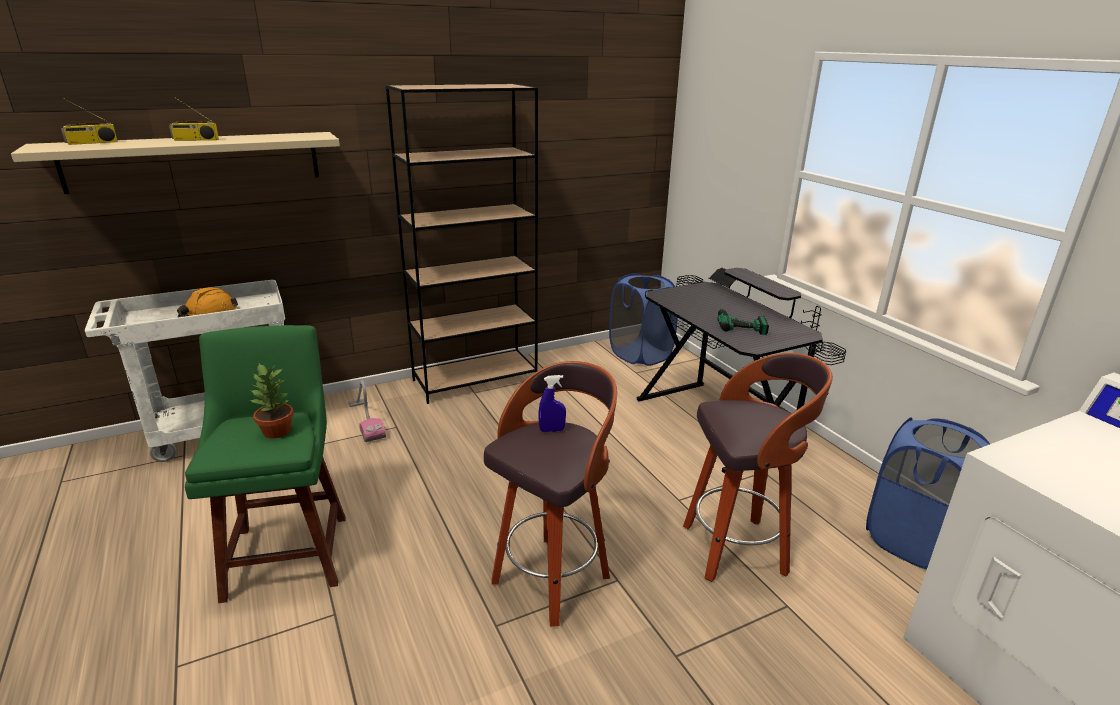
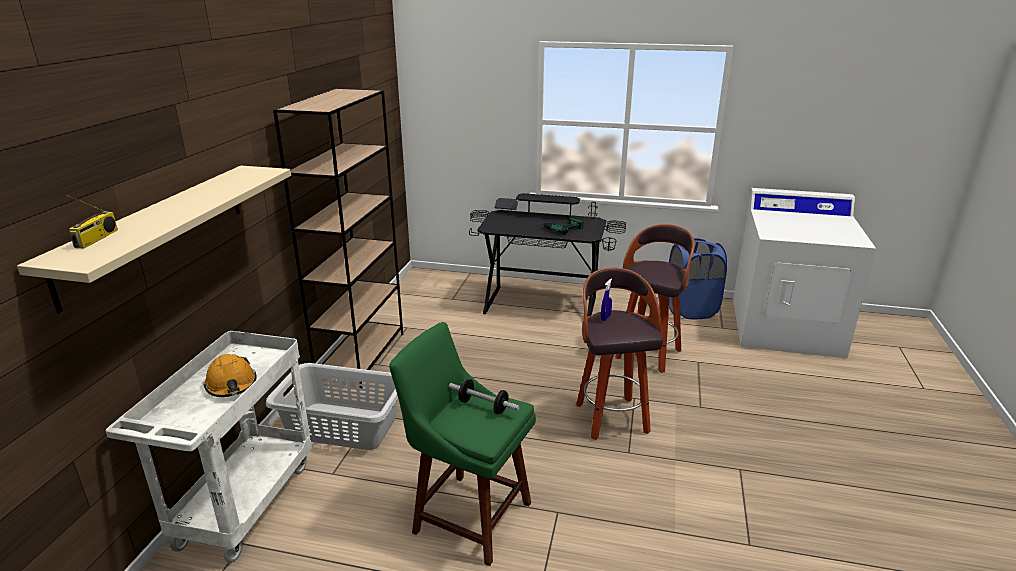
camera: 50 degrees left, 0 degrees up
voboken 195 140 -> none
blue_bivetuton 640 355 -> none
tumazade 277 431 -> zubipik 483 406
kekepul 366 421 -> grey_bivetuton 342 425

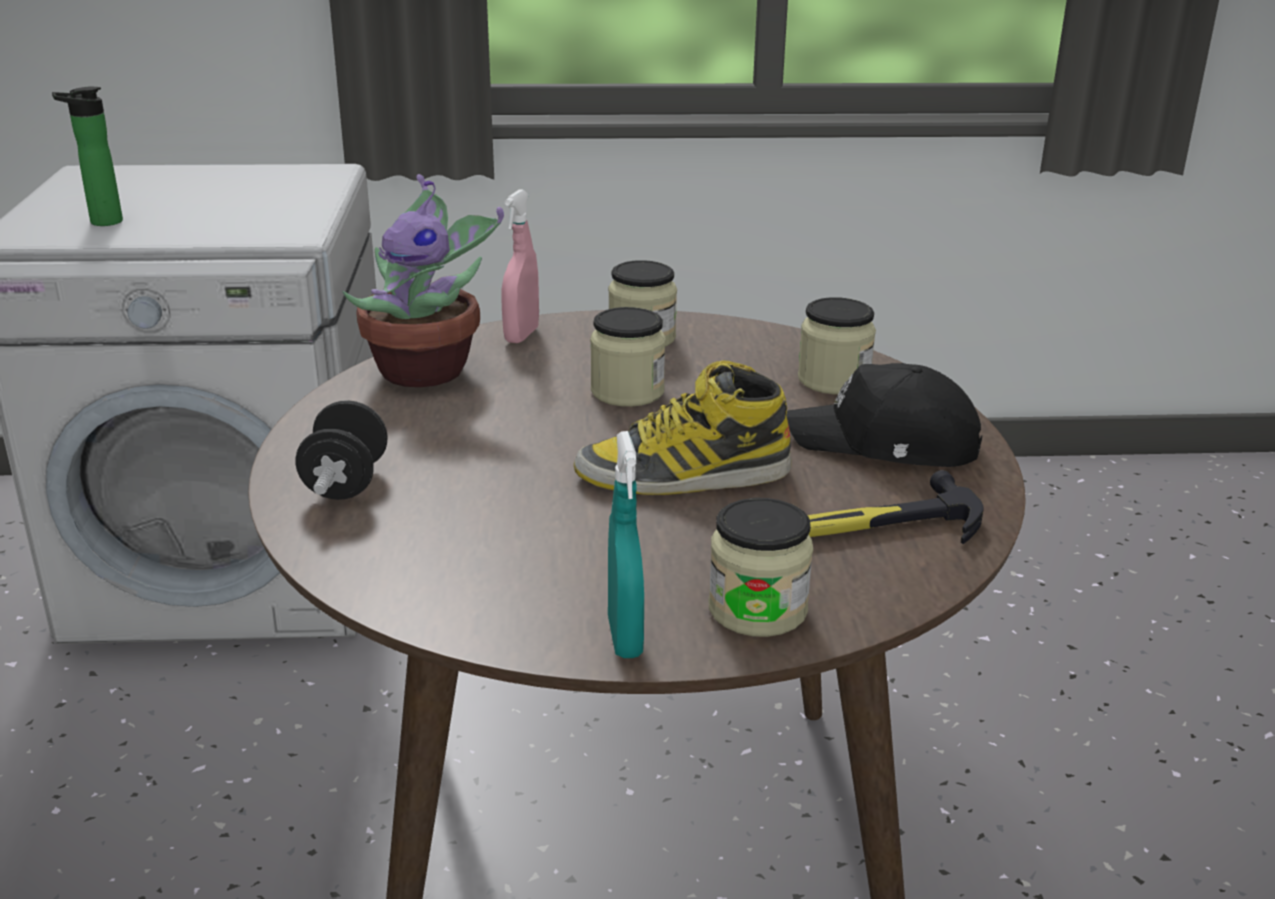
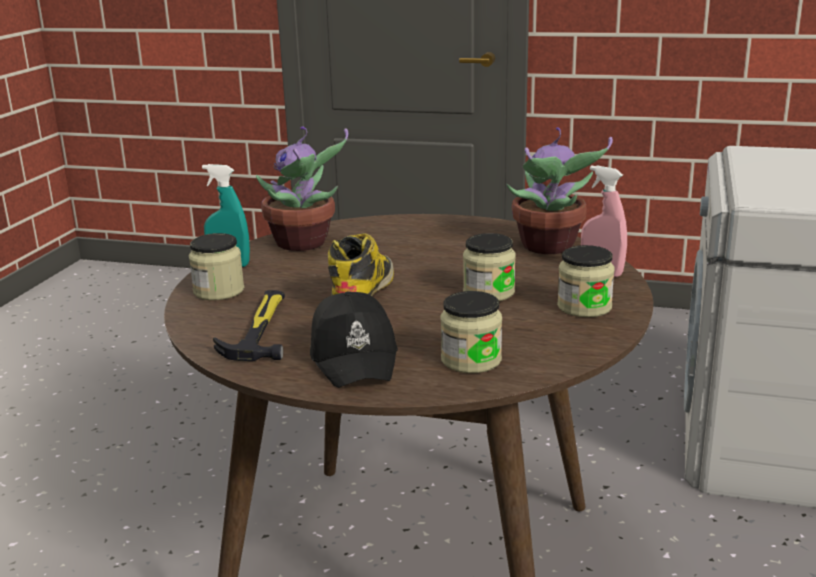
camera: 110 degrees right, 5 degrees down
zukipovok 101 222 -> none
black_zubipik 346 483 -> none
none -> tumazade 303 244
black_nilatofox 886 443 -> black_nilatofox 355 356, 135 degrees clockwise

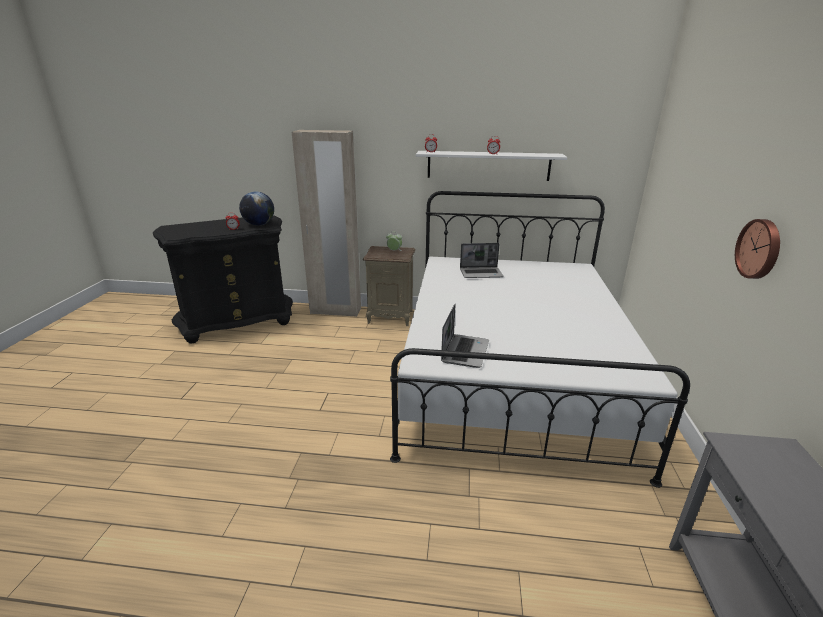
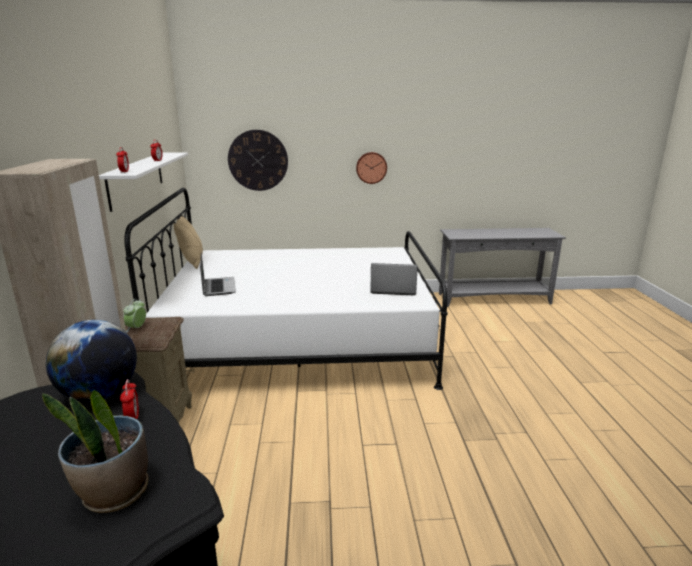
camera: 100 degrees left, 5 degrees down
none -> tumazade 114 493
none -> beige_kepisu 192 262
none -> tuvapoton 258 160

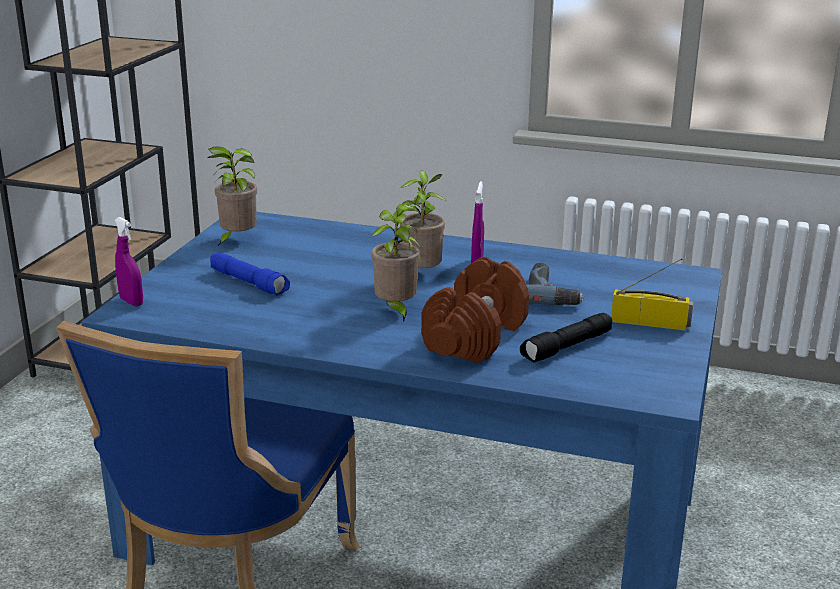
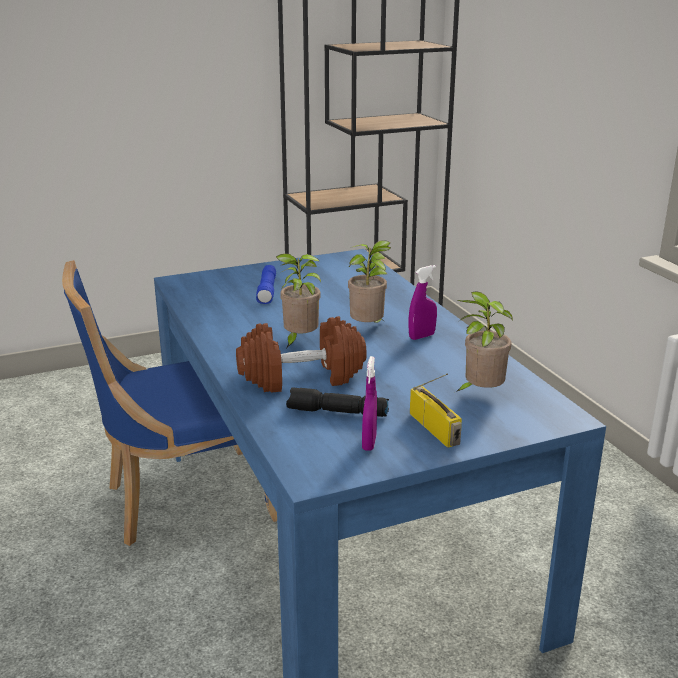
camera: 50 degrees right, 0 degrees up
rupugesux 550 293 -> none
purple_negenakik 131 302 -> purple_negenakik 369 443, move
tumazade 236 240 -> tumazade 480 393, move

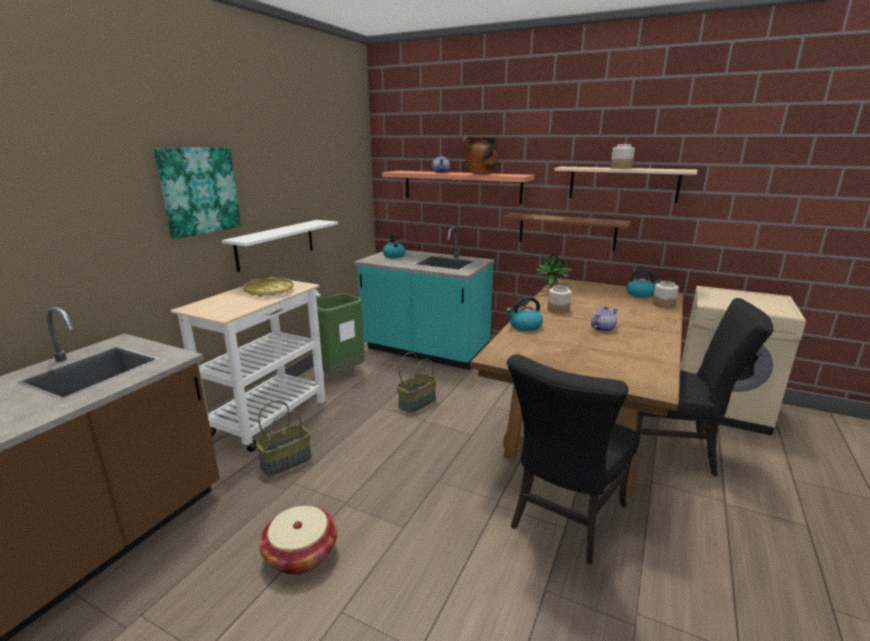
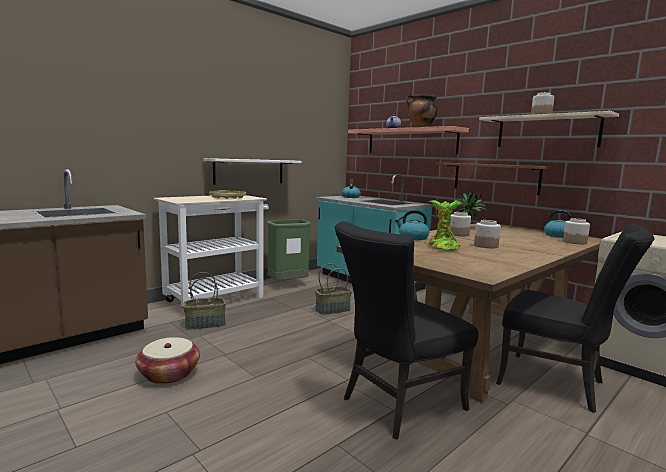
camera: 20 degrees right, 10 degrees down
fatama 199 191 -> none
none -> tumazade 442 247
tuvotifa 602 328 -> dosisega 485 246

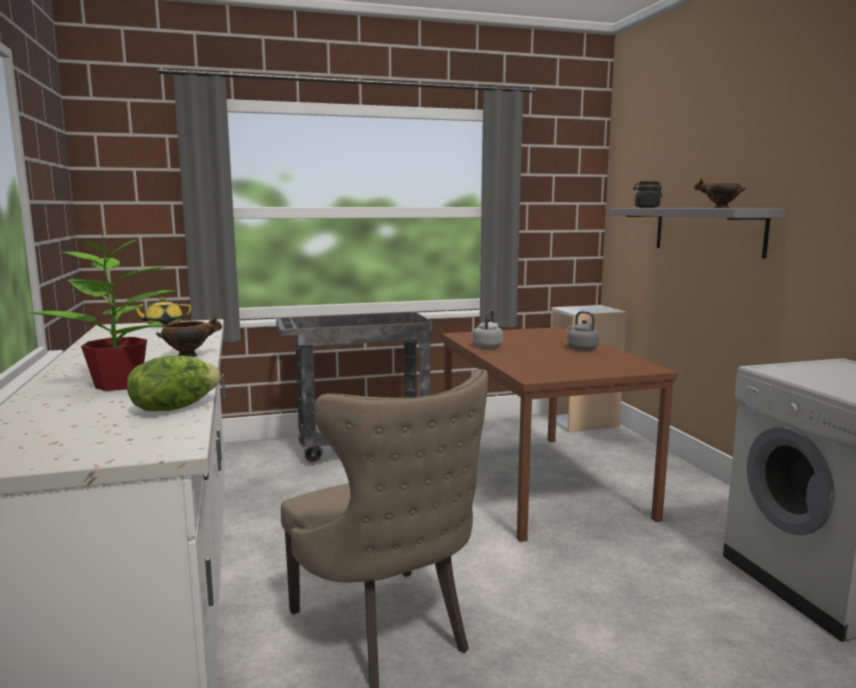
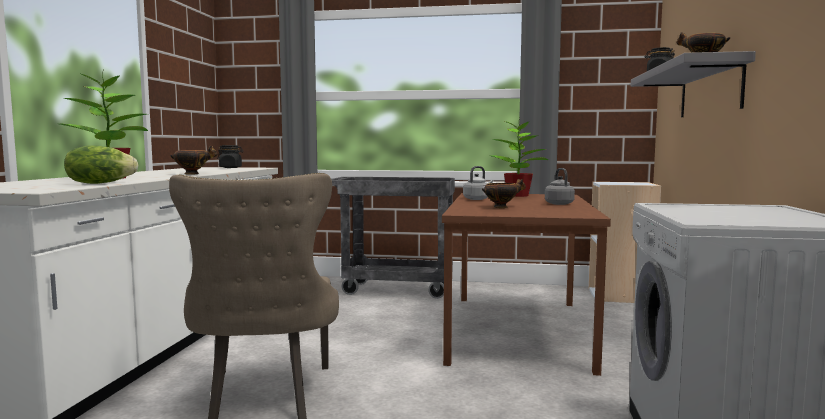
camera: 25 degrees right, 5 degrees down
none -> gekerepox 502 207
none -> tumazade 518 195
yellow_tuvotifa 163 325 -> black_dosisega 231 167

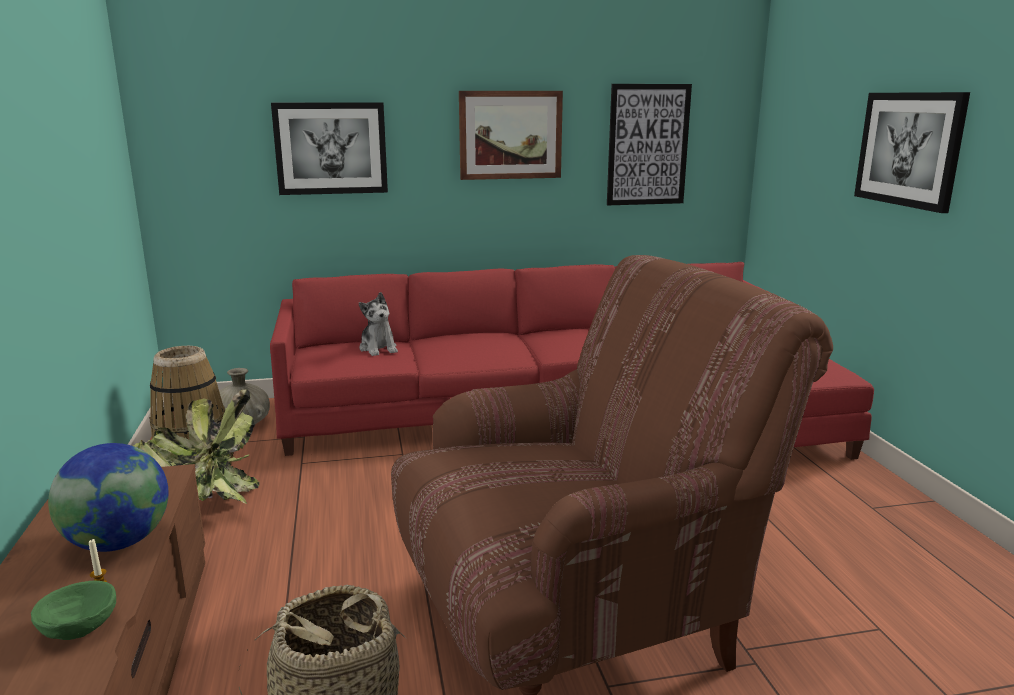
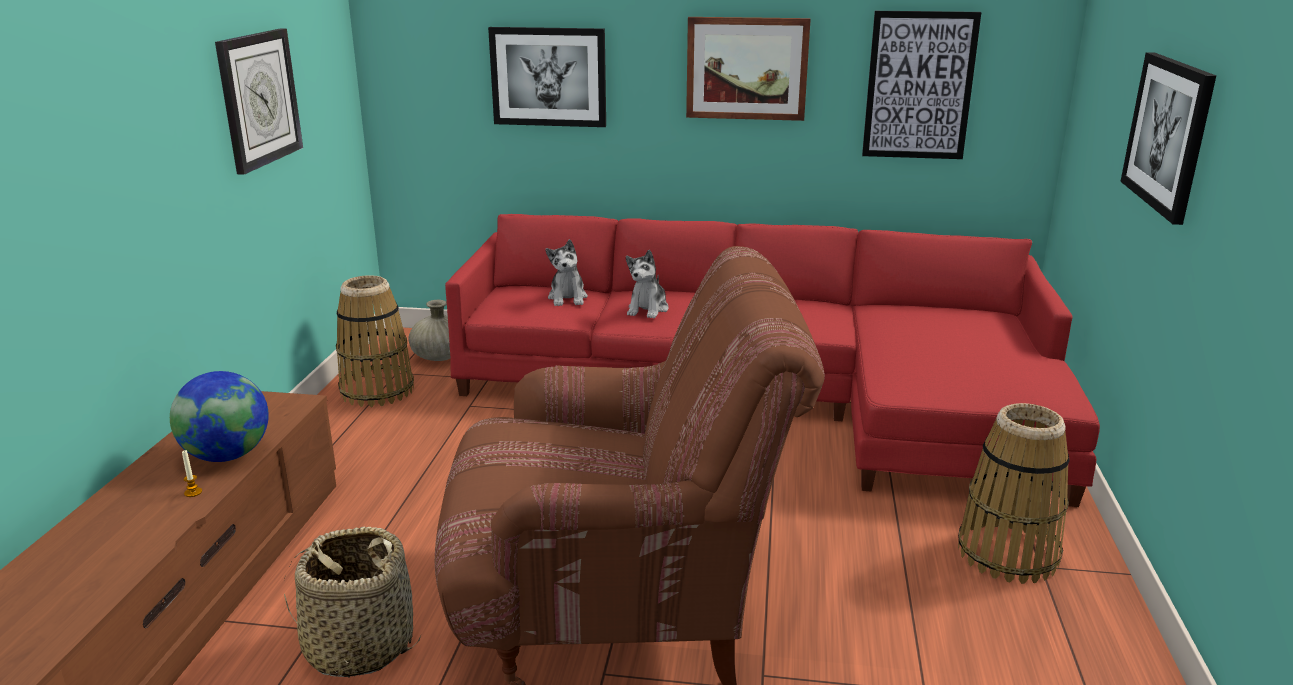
camera: 20 degrees right, 5 degrees up
green_gekerepox 79 628 -> none
tumazade 206 505 -> none
none -> tuvapoton 259 99
none -> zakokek 648 309
none -> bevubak 1007 554

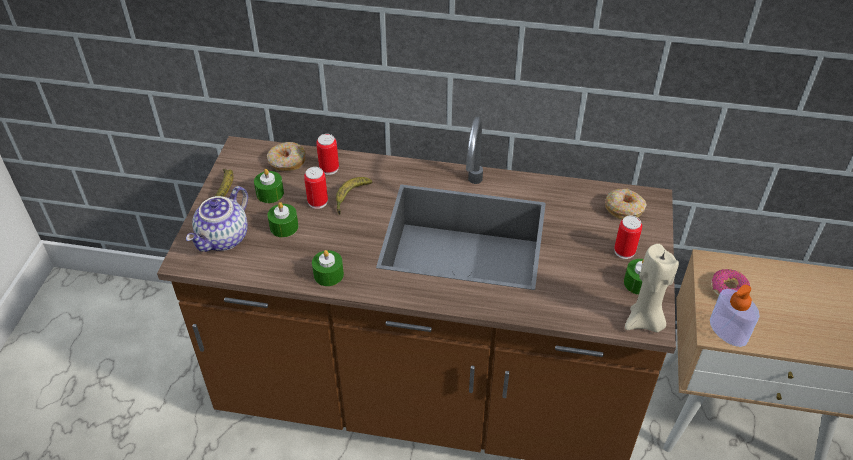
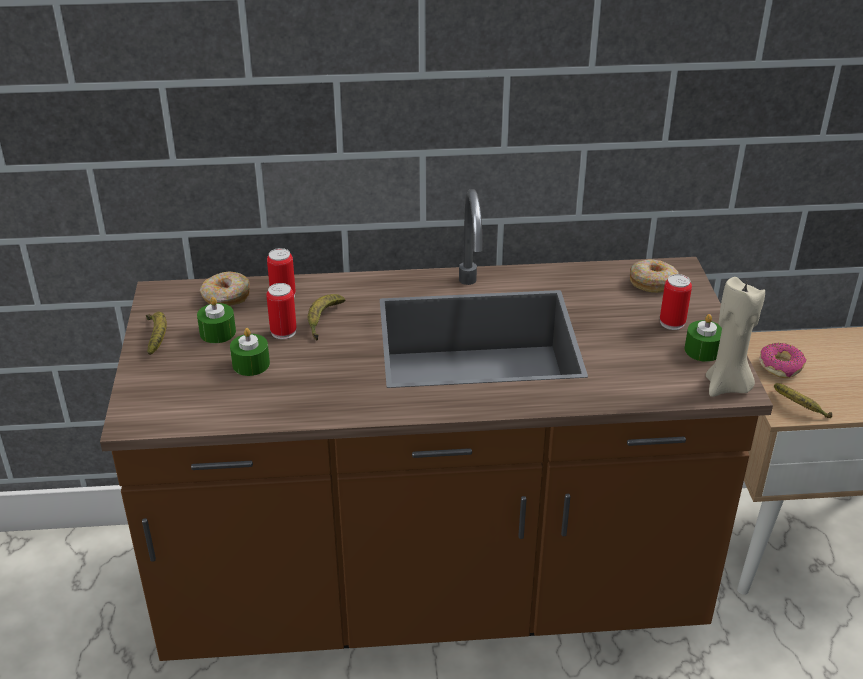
camera: 15 degrees left, 10 degrees down
tuvotifa 224 239 -> none
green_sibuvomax 328 274 -> none
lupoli 728 331 -> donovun 798 407

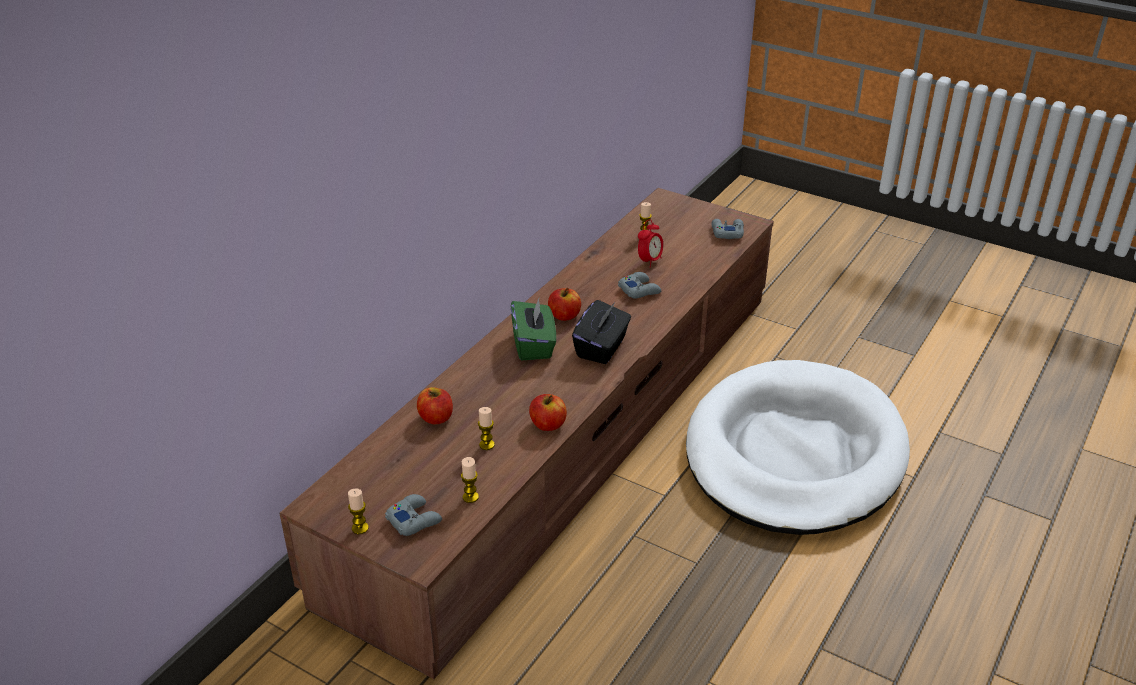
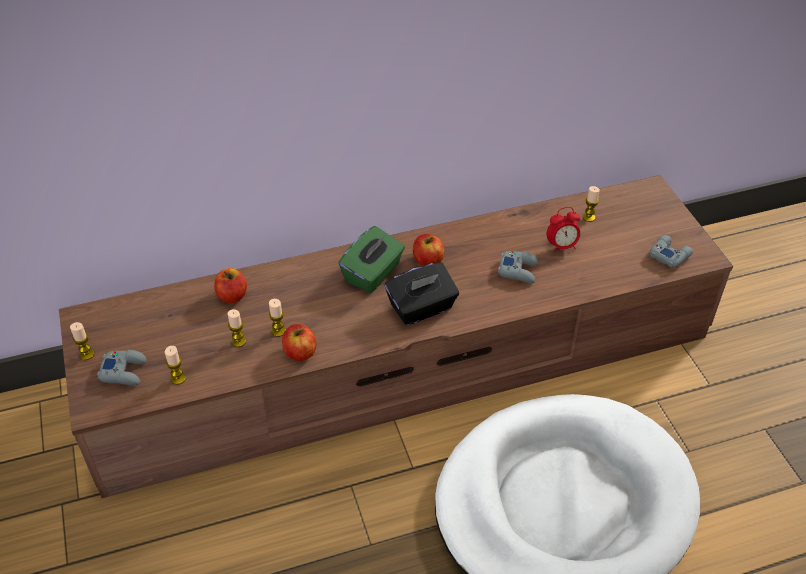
camera: 40 degrees right, 10 degrees up
none -> sibuvomax 278 331

